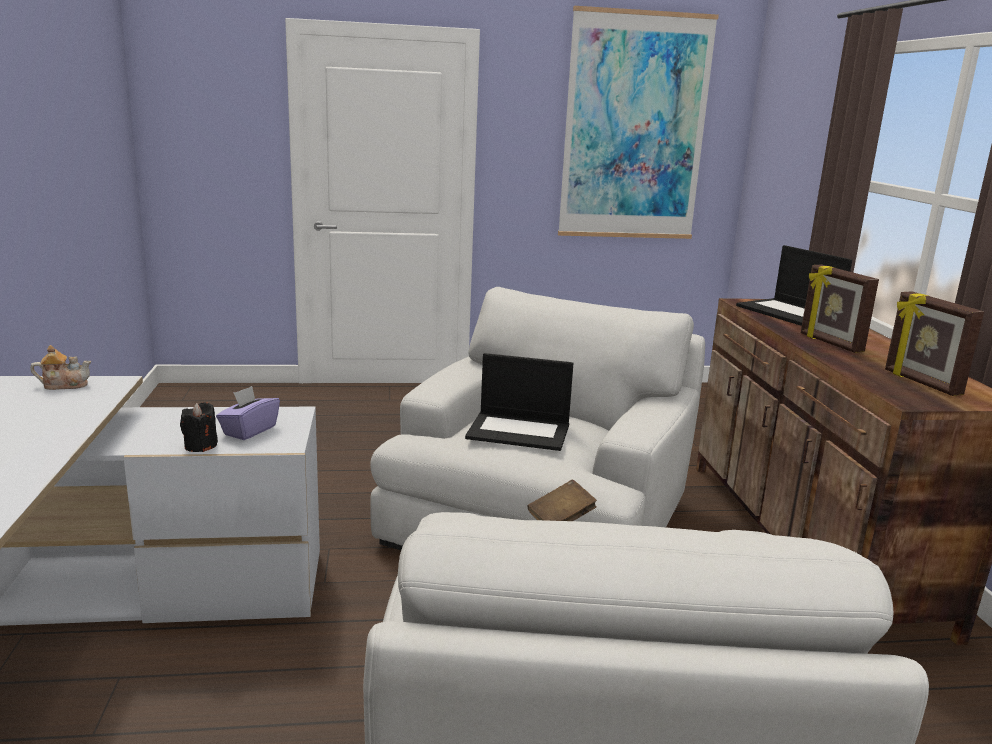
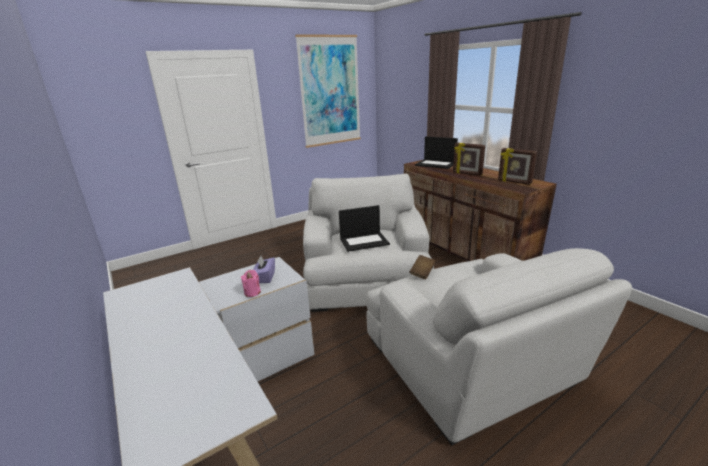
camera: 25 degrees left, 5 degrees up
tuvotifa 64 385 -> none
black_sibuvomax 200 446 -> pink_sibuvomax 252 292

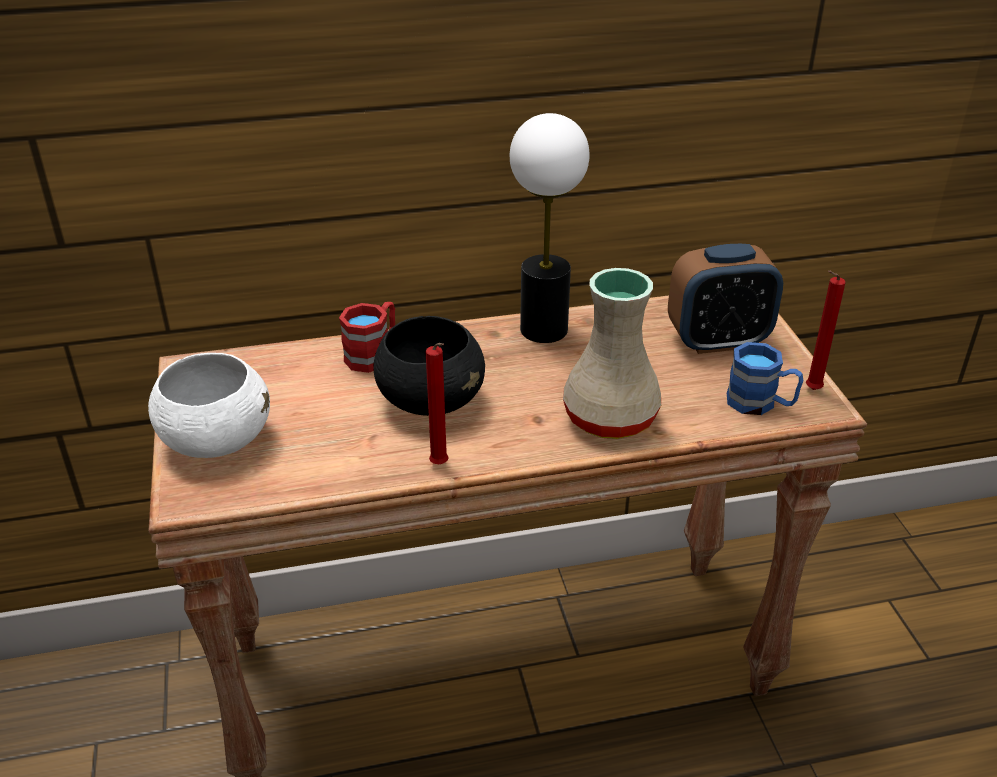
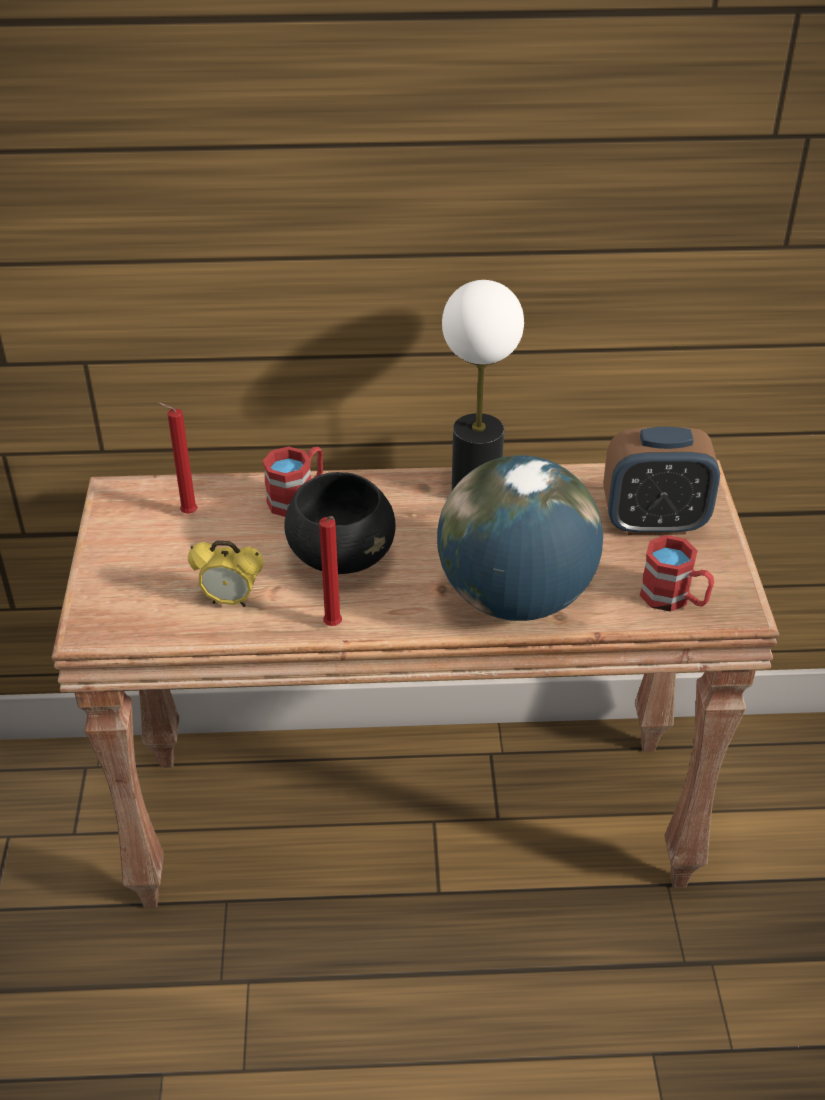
camera: 10 degrees right, 5 degrees up
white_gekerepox 216 441 -> none
none -> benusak 230 600
red_sibuvomax 810 390 -> red_sibuvomax 186 514, move
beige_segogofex 612 419 -> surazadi 516 597
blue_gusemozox 760 403 -> red_gusemozox 674 599

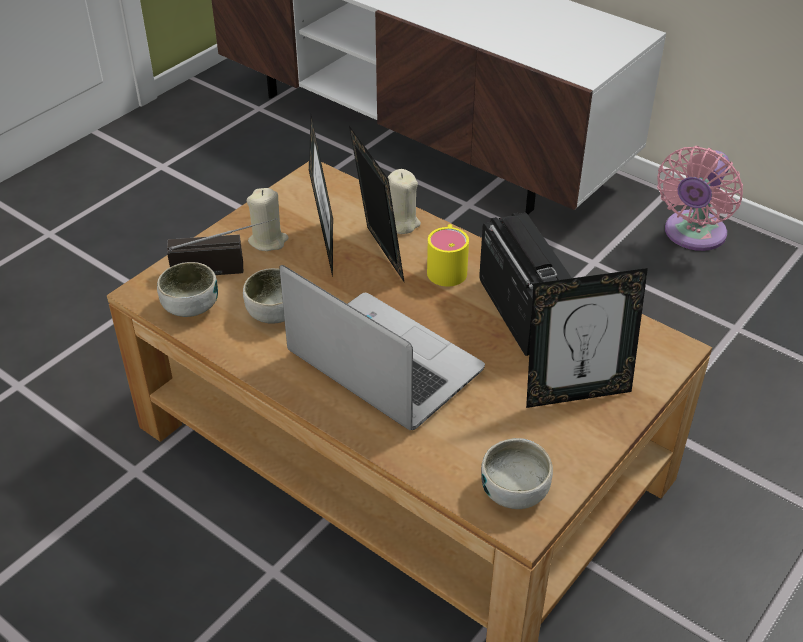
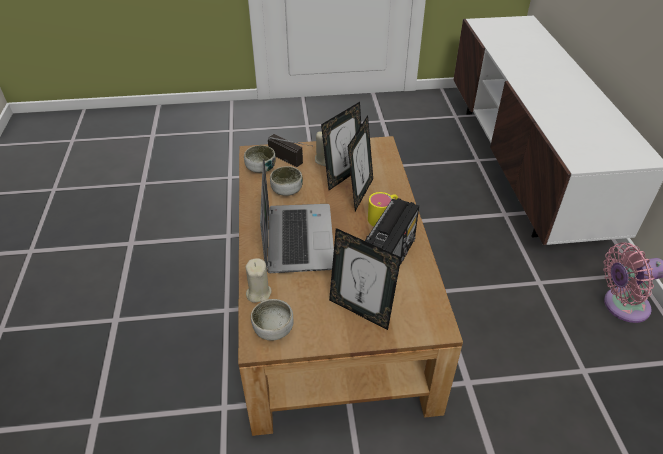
camera: 45 degrees right, 0 degrees up
beige_sibuvomax 401 223 -> beige_sibuvomax 258 293, move

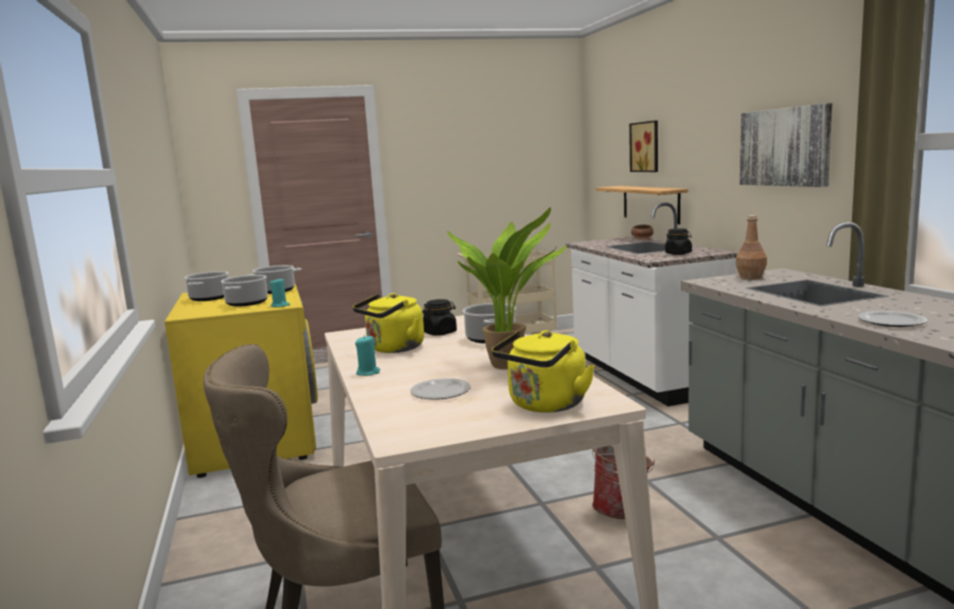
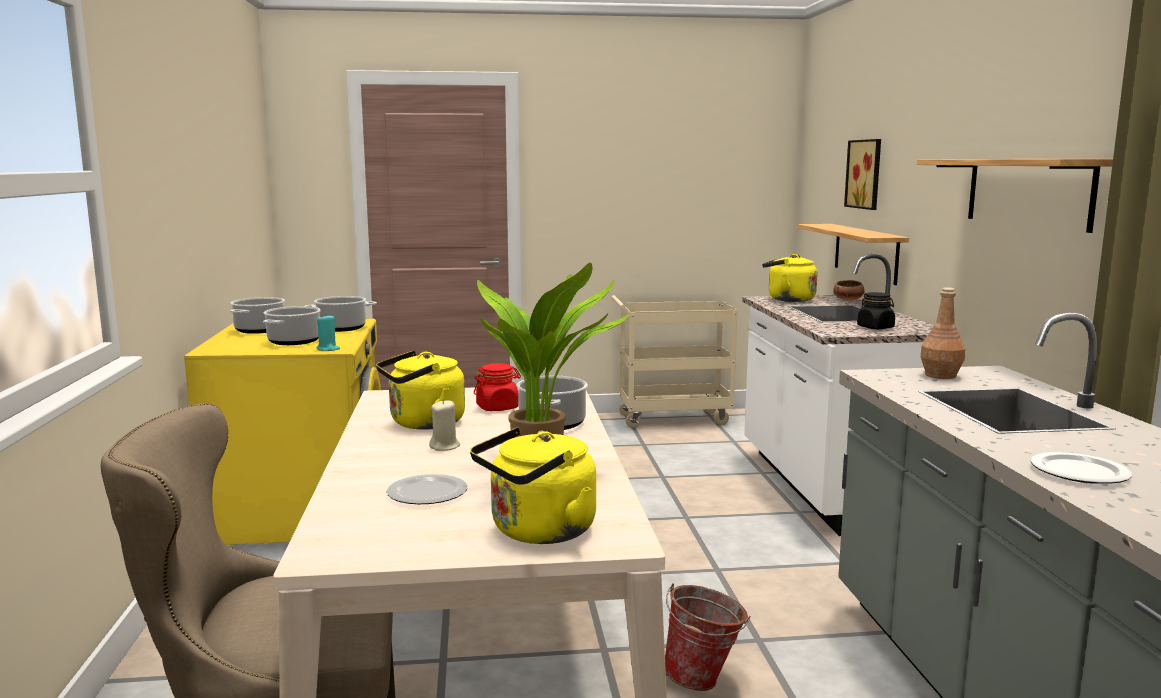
camera: 10 degrees right, 0 degrees up
turquoise_sibuvomax 368 372 -> none
none -> beige_sibuvomax 445 447
none -> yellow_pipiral 788 299
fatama 785 147 -> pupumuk 1027 192
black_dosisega 440 333 -> red_dosisega 497 407

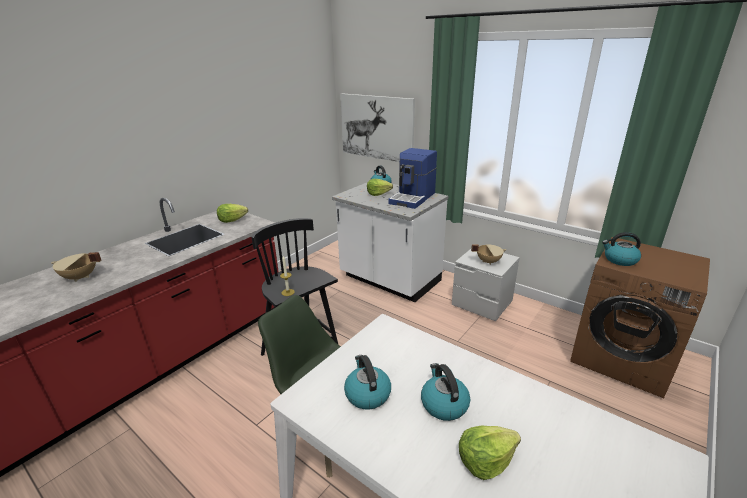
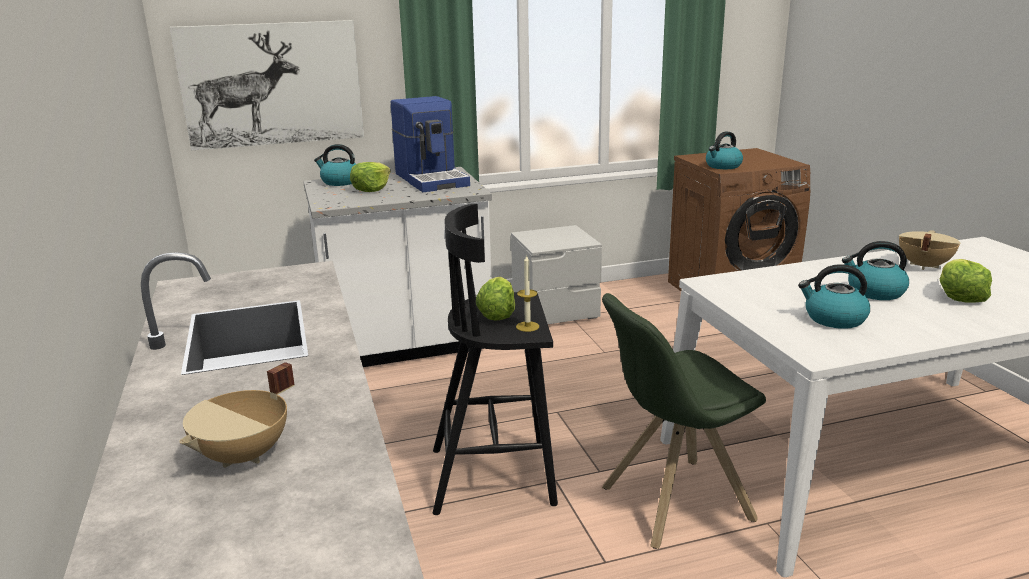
camera: 55 degrees left, 5 degrees down
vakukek 232 220 -> vakukek 497 314, move
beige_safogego 488 261 -> beige_safogego 922 265, move

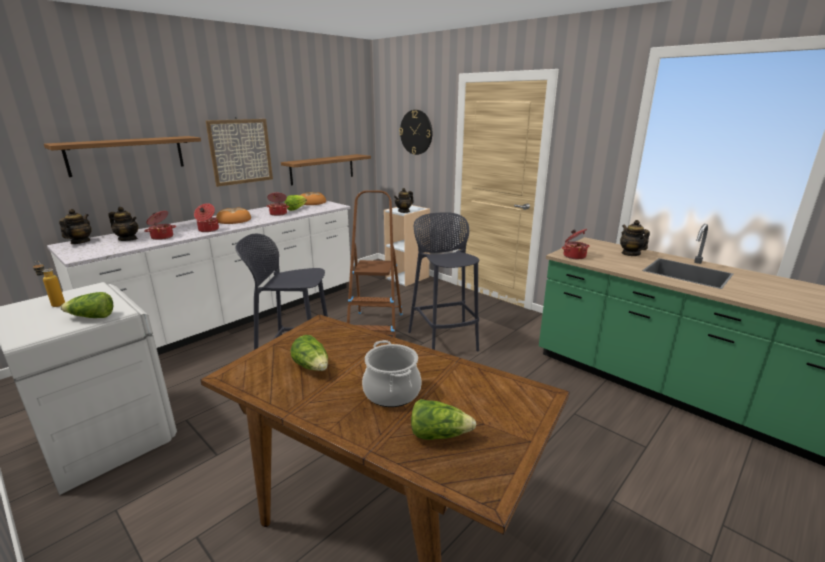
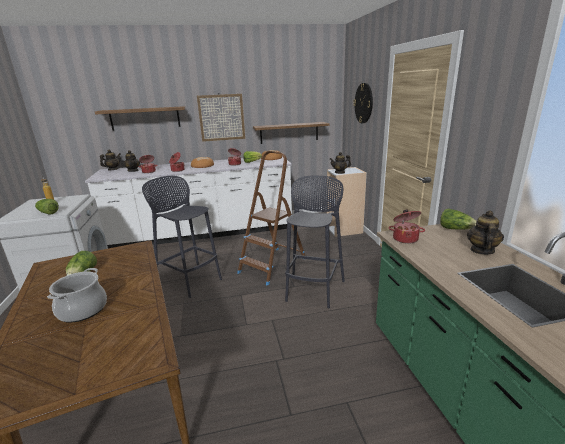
camera: 35 degrees right, 0 degrees up
vakukek 439 434 -> vakukek 456 229, move

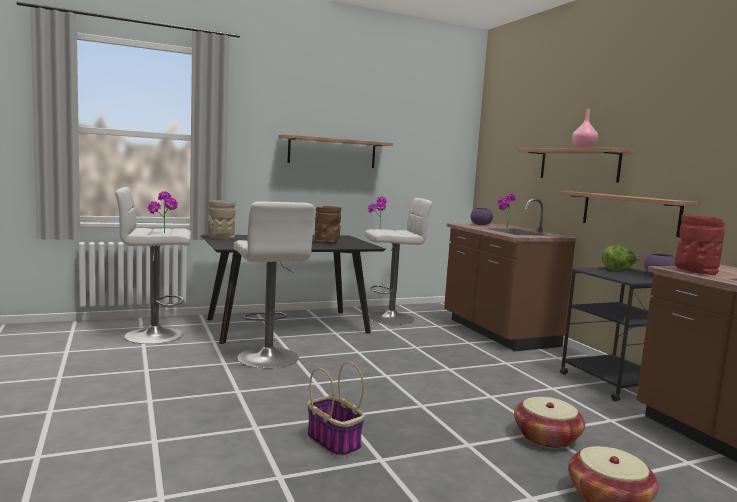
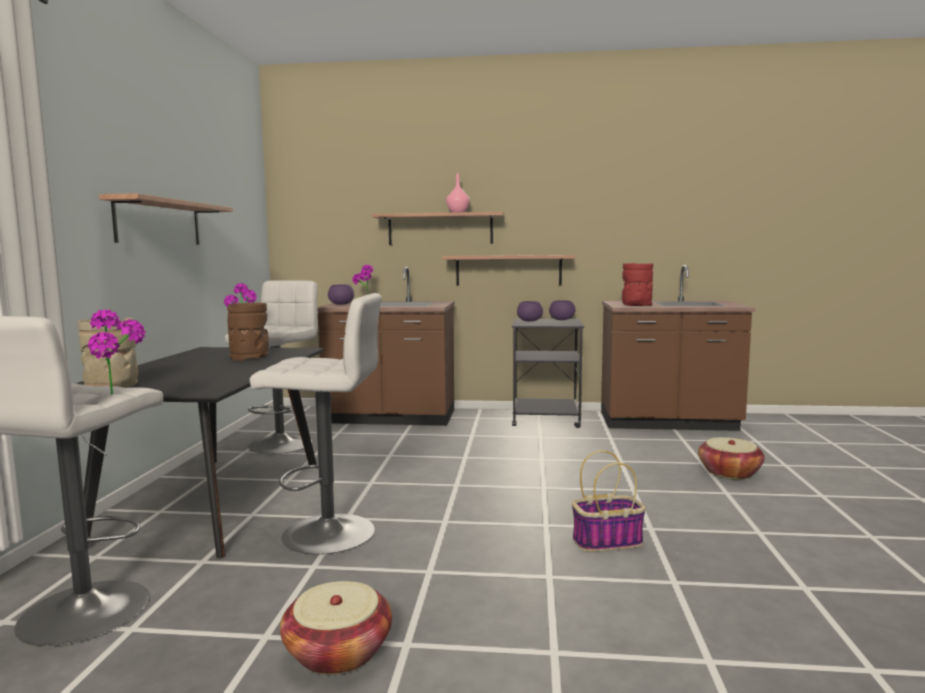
camera: 60 degrees left, 0 degrees up
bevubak 546 438 -> bevubak 338 652, move
vakukek 618 270 -> purple_gekerepox 529 321

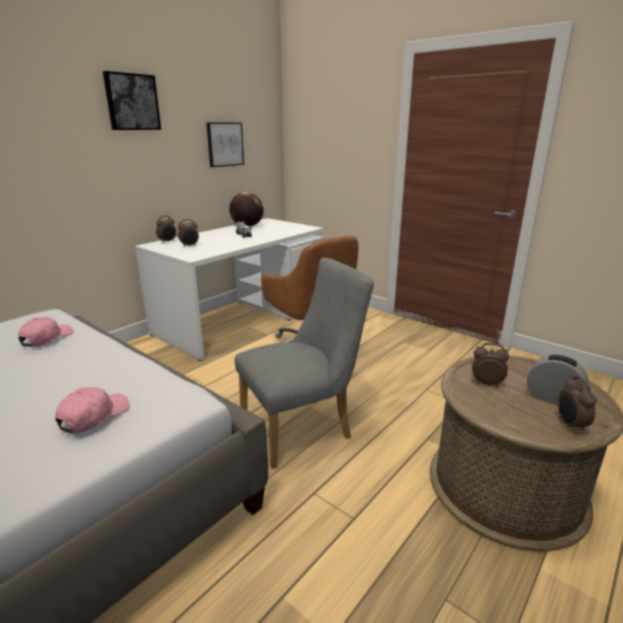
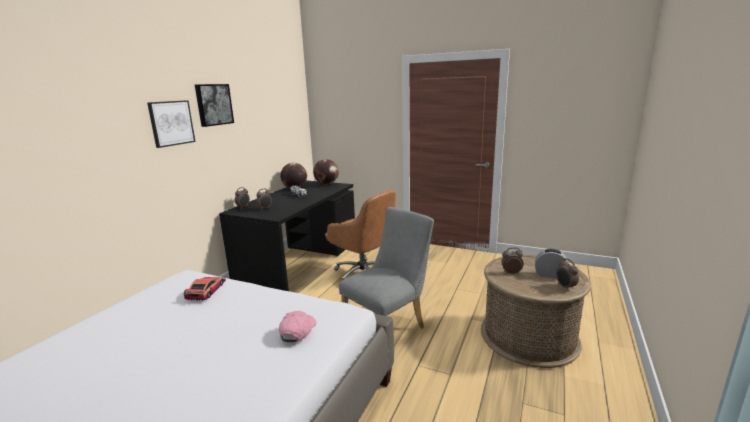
camera: 15 degrees left, 5 degrees down
none -> surazadi 326 184
fatama 225 144 -> fatama 171 123, move
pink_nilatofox 46 338 -> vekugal 206 291
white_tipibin 241 319 -> black_tipibin 299 260

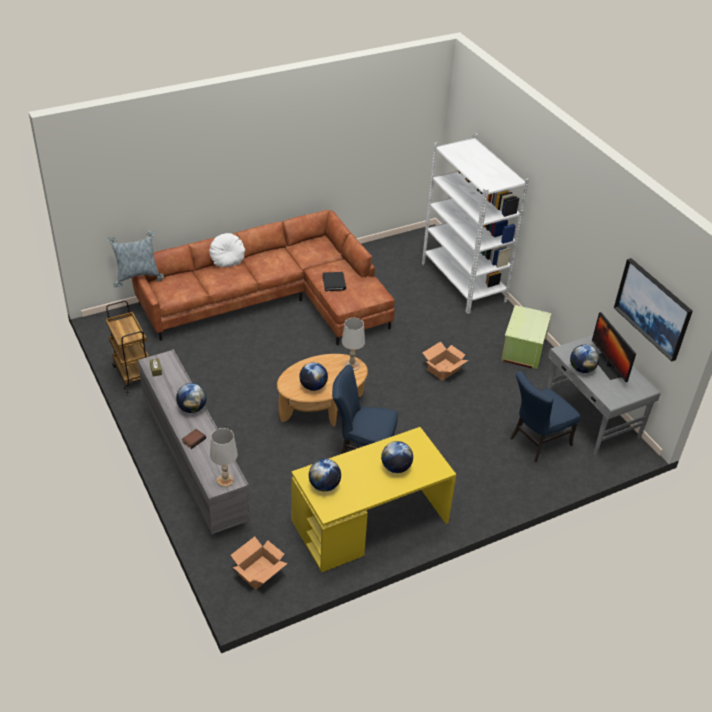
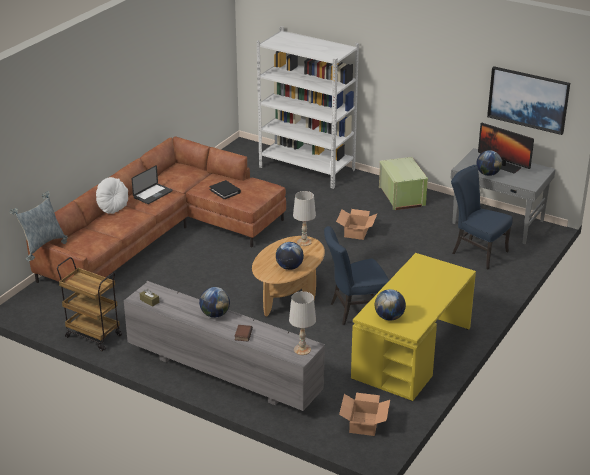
camera: 30 degrees left, 10 degrees down
surazadi 396 467 -> none
none -> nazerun 153 194
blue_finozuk 537 442 -> blue_finozuk 476 252, 105 degrees clockwise

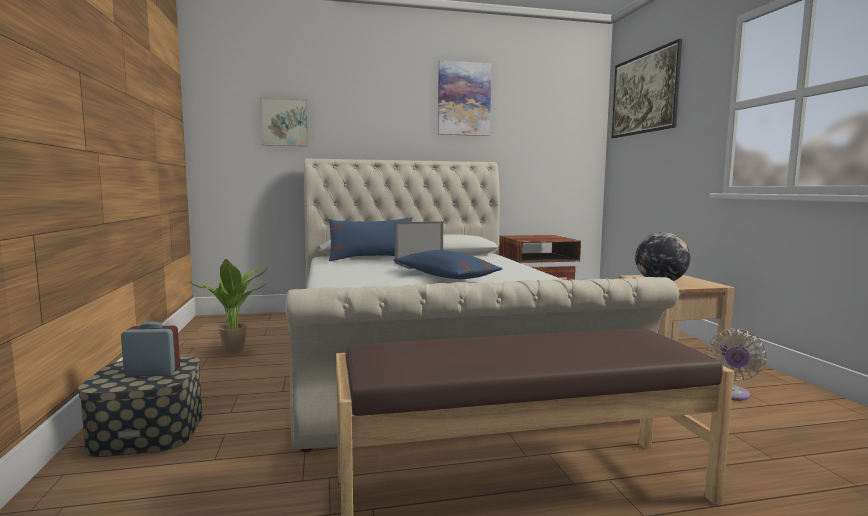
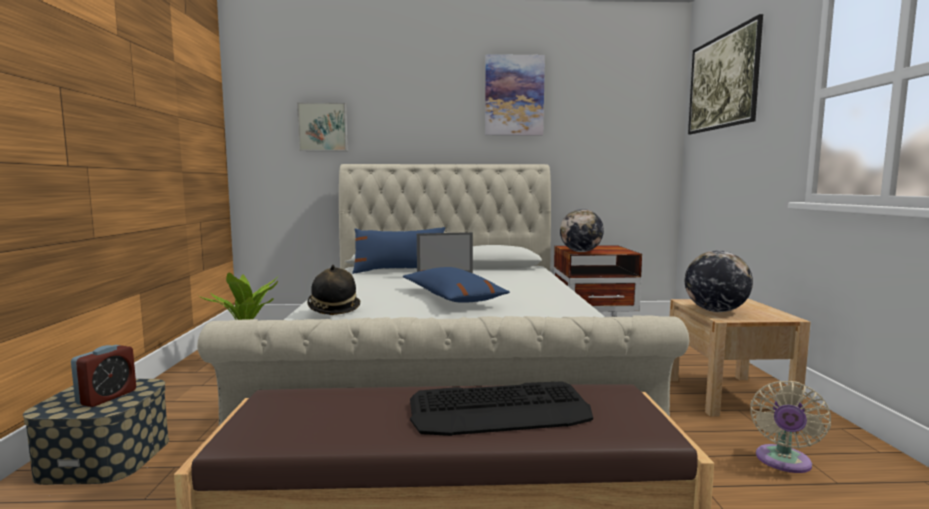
camera: 10 degrees right, 0 degrees up
none -> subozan 334 309
none -> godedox 500 411
none -> surazadi 581 251
benusak 152 372 -> benusak 107 397, 105 degrees clockwise

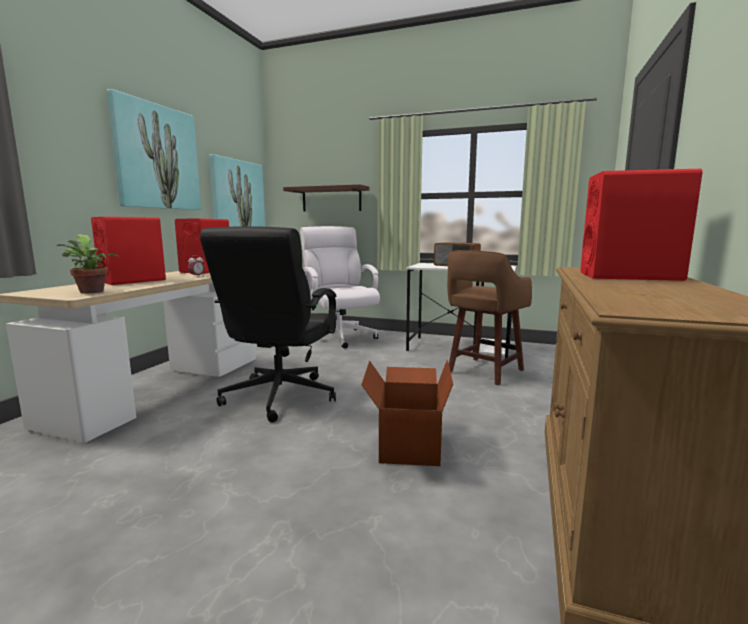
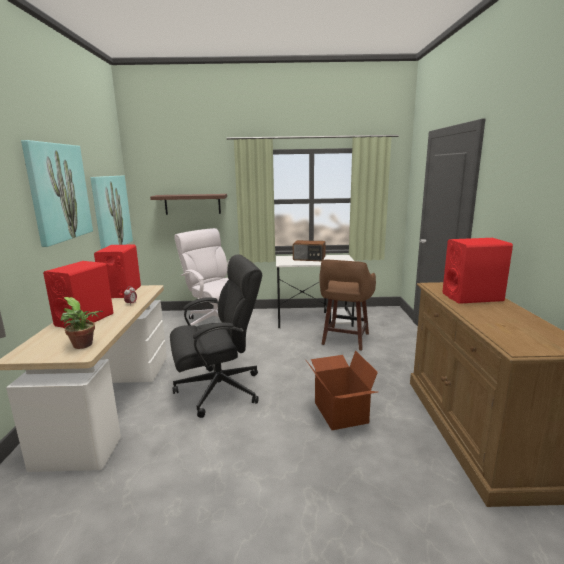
camera: 20 degrees left, 5 degrees up
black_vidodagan 280 396 -> black_vidodagan 219 390, 105 degrees counterclockwise

